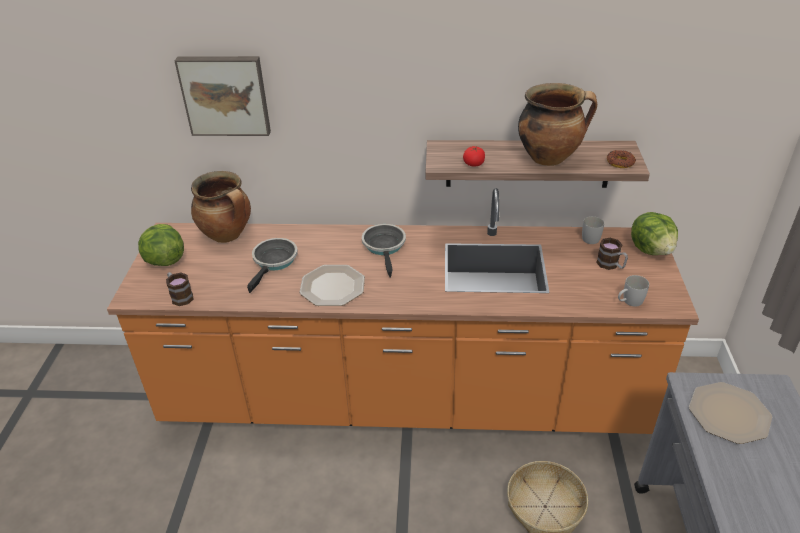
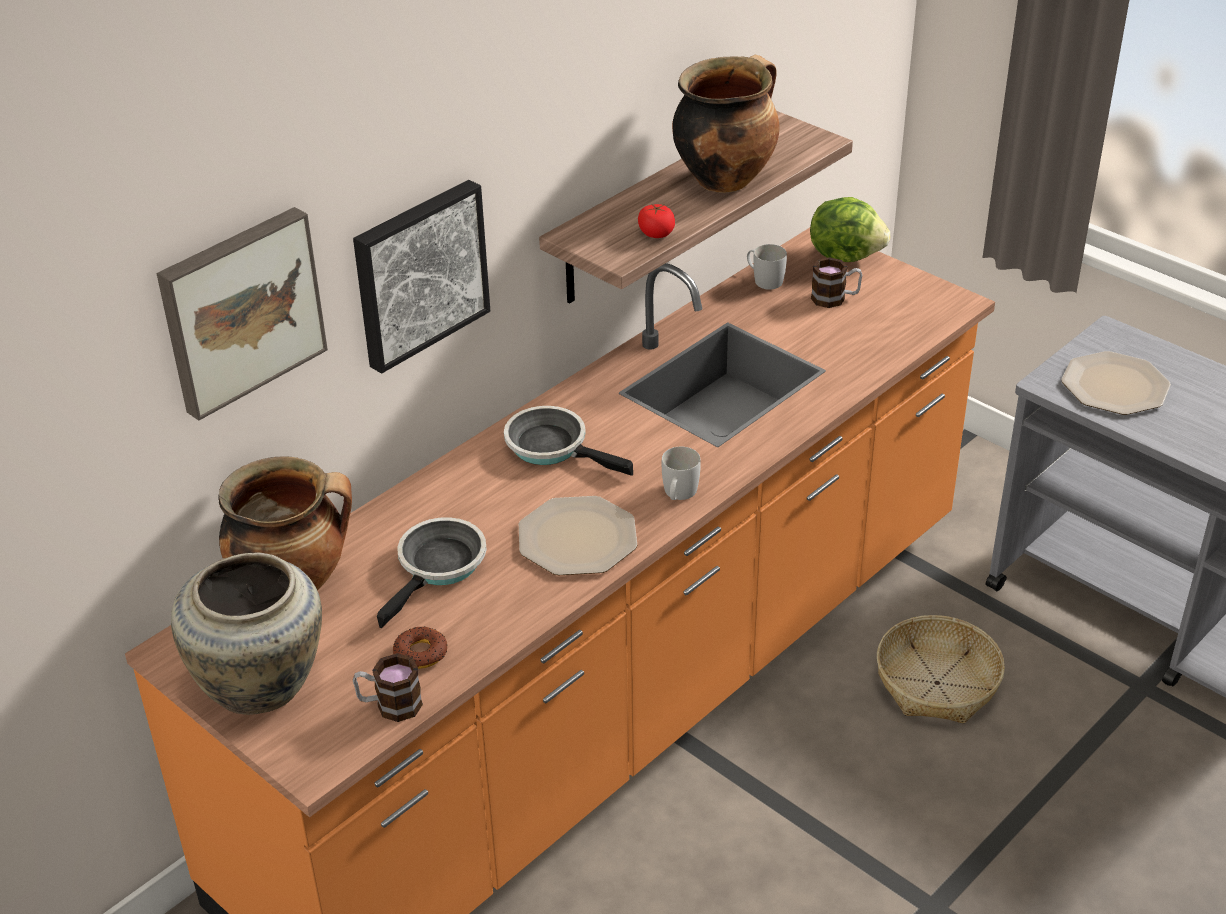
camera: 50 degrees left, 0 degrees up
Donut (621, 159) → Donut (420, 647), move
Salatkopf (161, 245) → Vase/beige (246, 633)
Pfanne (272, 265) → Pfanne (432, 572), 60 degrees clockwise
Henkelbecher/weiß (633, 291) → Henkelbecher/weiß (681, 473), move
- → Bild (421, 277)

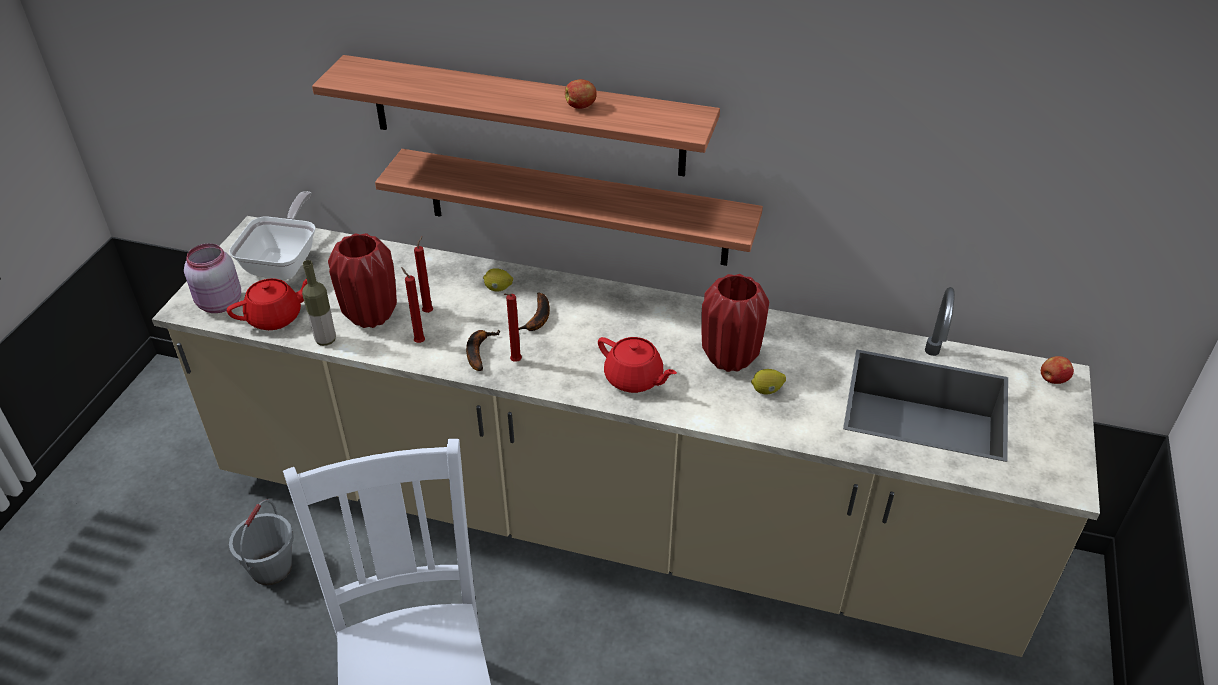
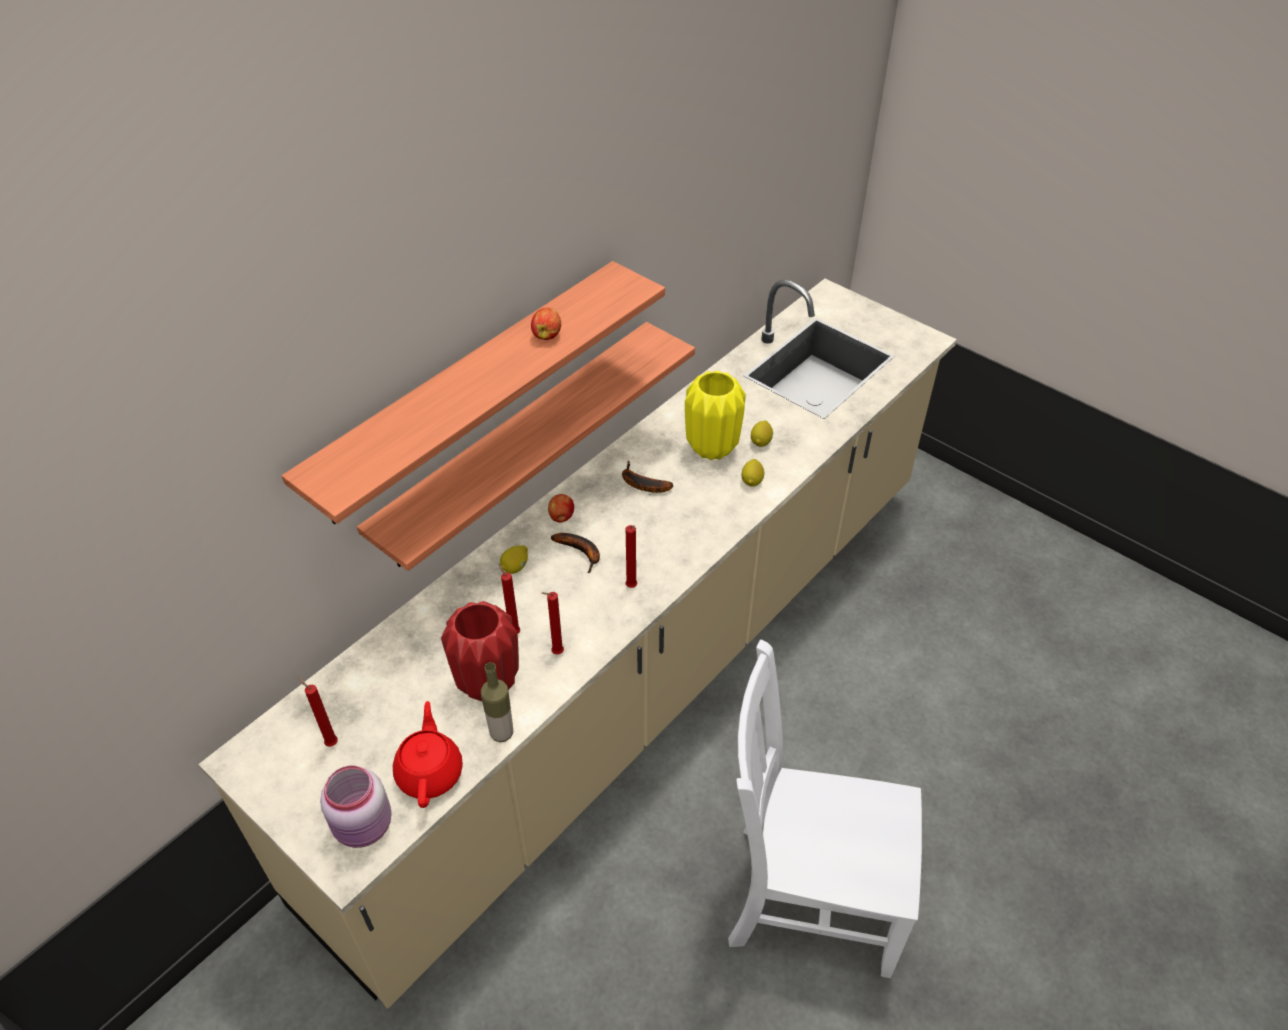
camera: 65 degrees left, 5 degrees up
Pfanne (272, 235) → Kerze/rot (318, 712)
Vase/rot (735, 323) → Vase/gelb (715, 415)
Banane (483, 350) → Banane (647, 477), move
Teekanne/rot (637, 365) → -
Apfel (1057, 370) → Apfel (561, 508), move
Eimer/grau (261, 542) → -
- → Zitrone (752, 473)

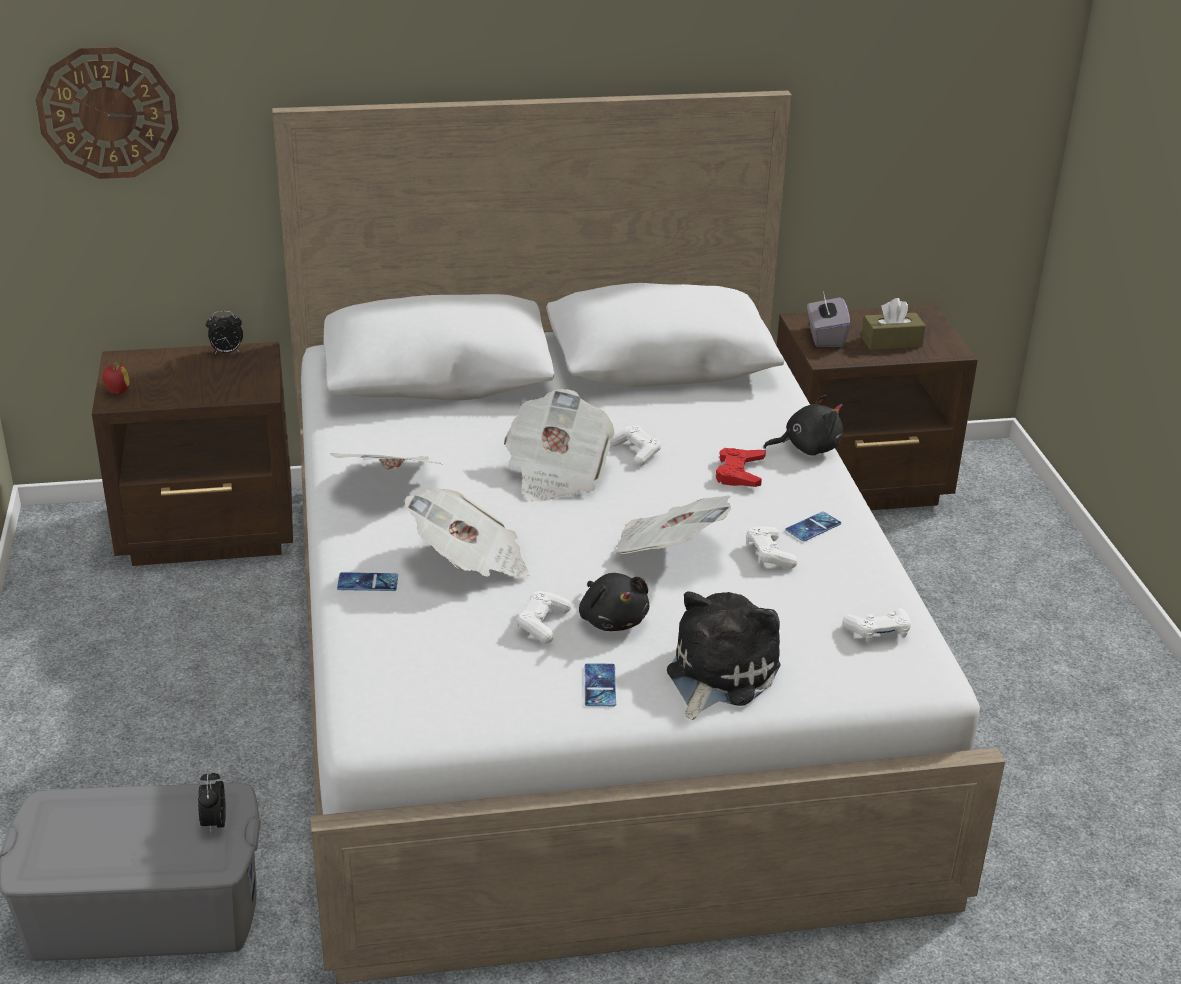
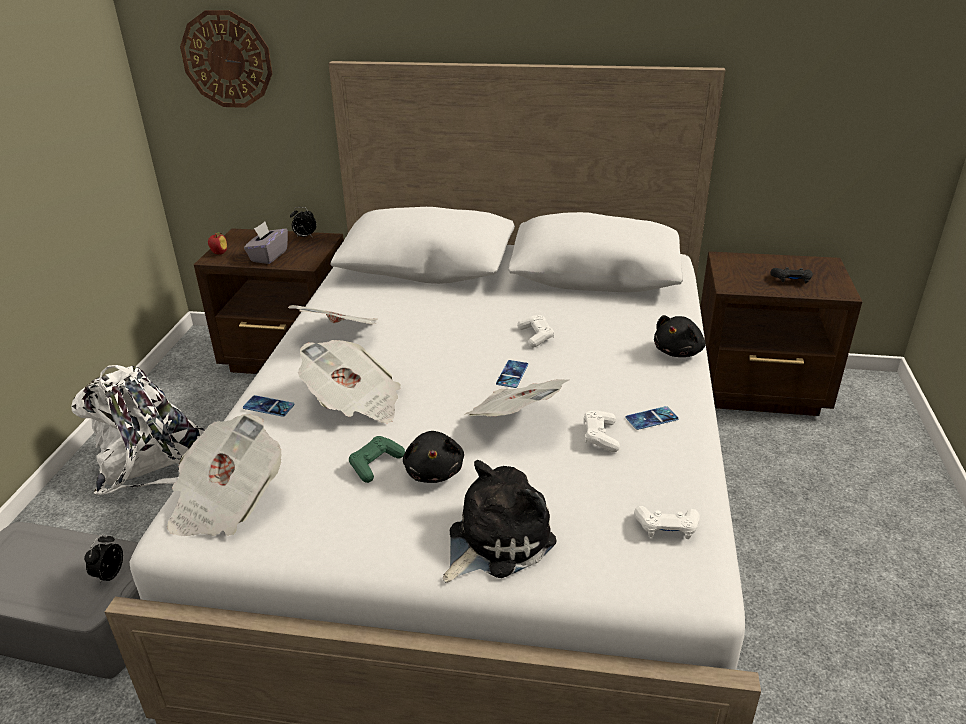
camera: 20 degrees right, 0 degrees up
Taschentuchbox/grau (828, 319) → Taschentuchbox/grau (266, 243), move
Taschentuchbox/braun (893, 324) → Gamepad/schwarz (791, 275)
Zeitung (559, 445) → Zeitung (224, 475), move
Plüschtier/schwarz (803, 425) → Plüschtier/schwarz (680, 336), 120 degrees clockwise
Gamepad/rot (741, 467) → -
Gamepad/weiß (544, 617) → Gamepad/grün (377, 459)
Handy (600, 684) → Handy (512, 374), move
- → Rucksack/weiß (138, 430)

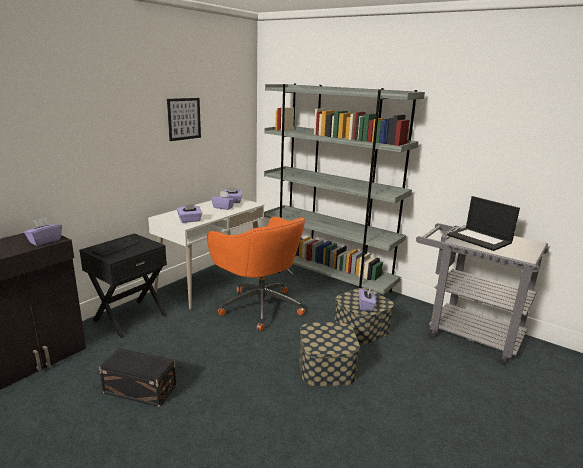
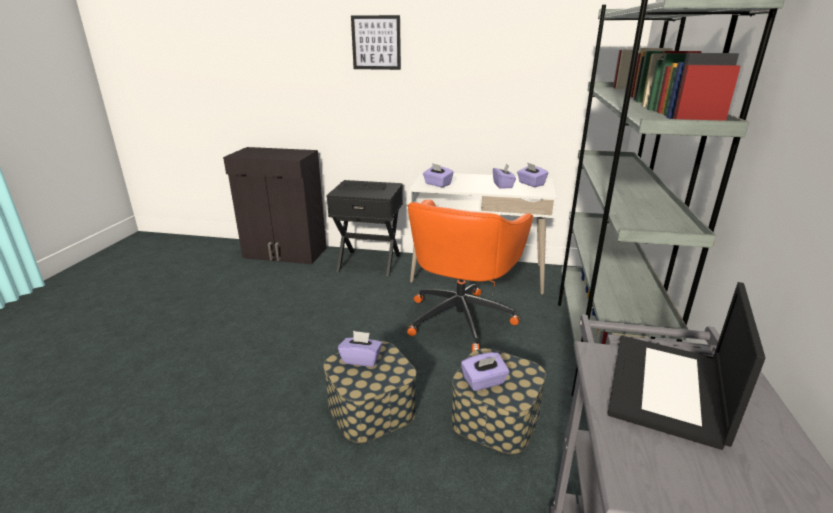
camera: 65 degrees right, 5 degrees up
Bild (184, 119) → Bild (376, 42), move
Taschentuchbox/lila (43, 231) → Taschentuchbox/lila (360, 348), move
Aufbewahrungsbox/schwarz (137, 377) → -

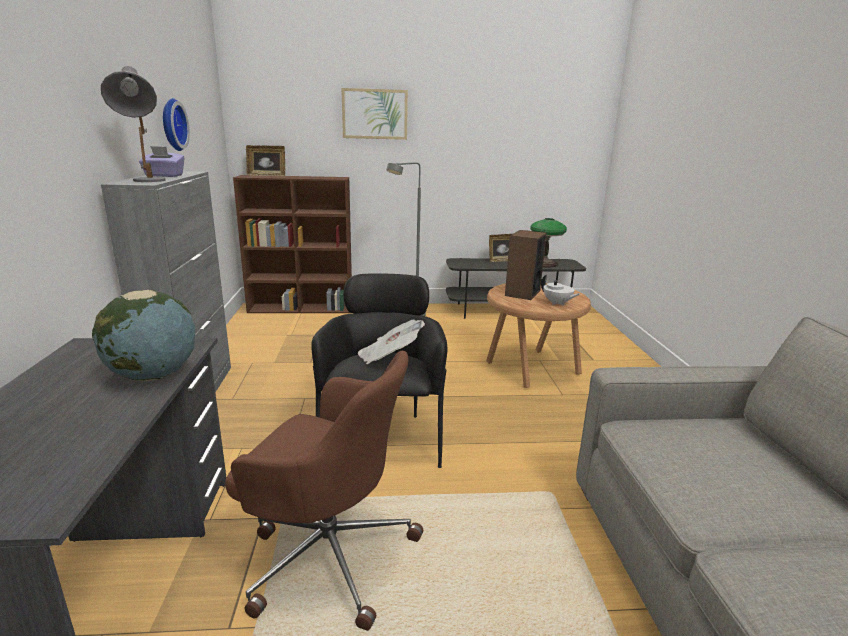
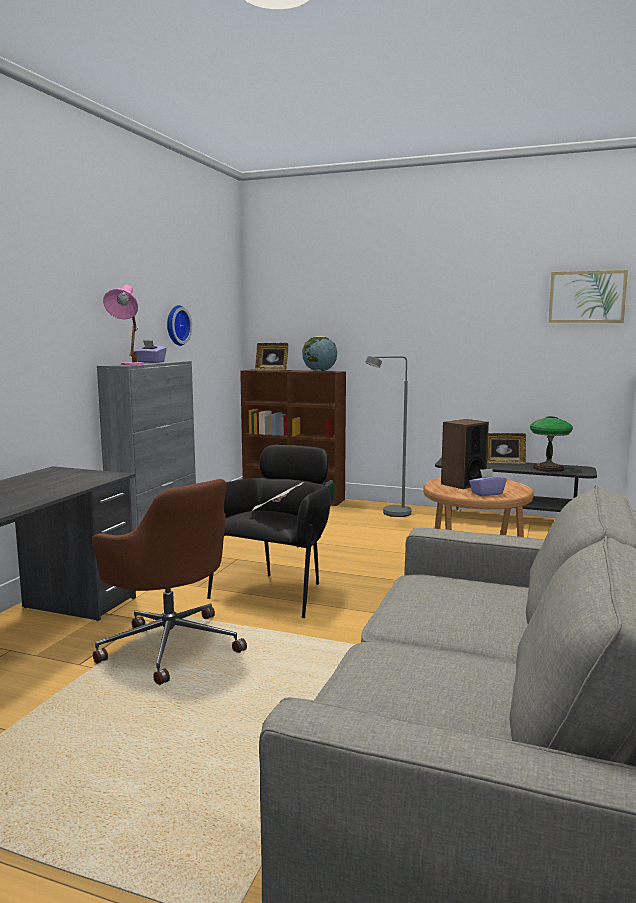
camera: 25 degrees right, 10 degrees down
Tischlampe/grau (133, 124) → Tischlampe/rosa (123, 325)
Bild (375, 114) → Bild (588, 296), move
Teekanne/weiß (560, 290) → Taschentuchbox/lila (488, 482)
Globus (144, 335) → Globus (319, 354), move

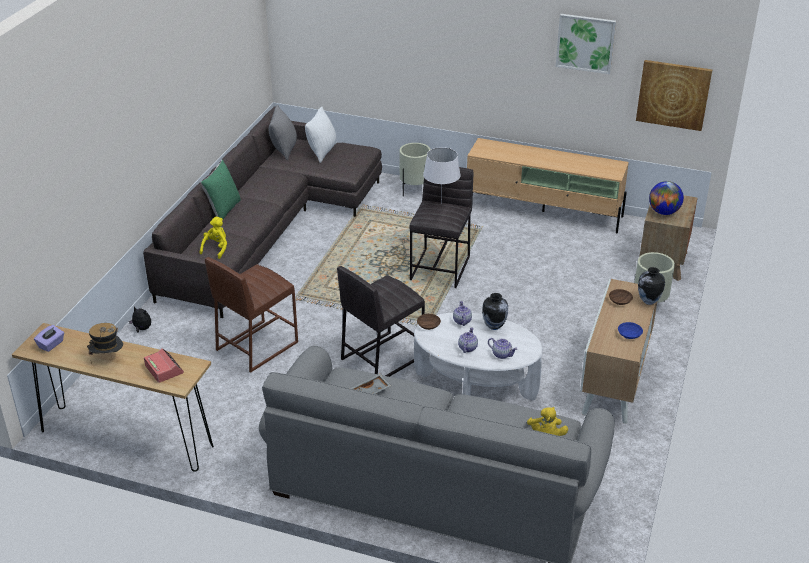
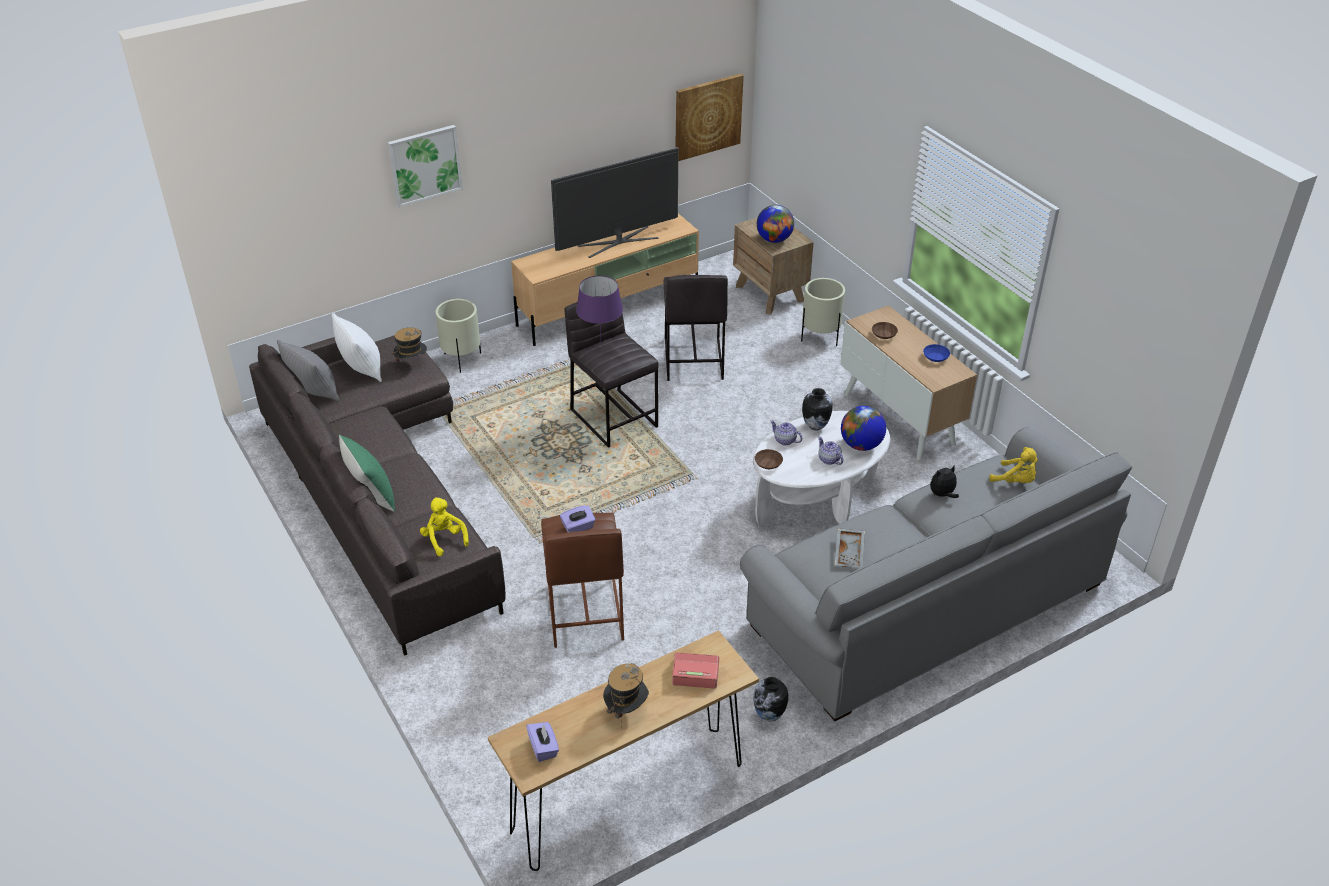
camera: 50 degrees left, 5 degrees up
Bild (586, 44) → Bild (425, 166), move
Tischlampe/weiß (442, 175) → Tischlampe/lila (599, 307)
Hocker/grau (381, 321) → Hocker/grau (696, 328), move
Vase (651, 286) → Vase (770, 699), move
Plüschtier (140, 319) → Plüschtier (944, 481), move
Teekanne (502, 348) → Globus (863, 428)
- → Fernseher (614, 202)
- → Hut (409, 349)
- → Taschentuchbox/lila (578, 519)

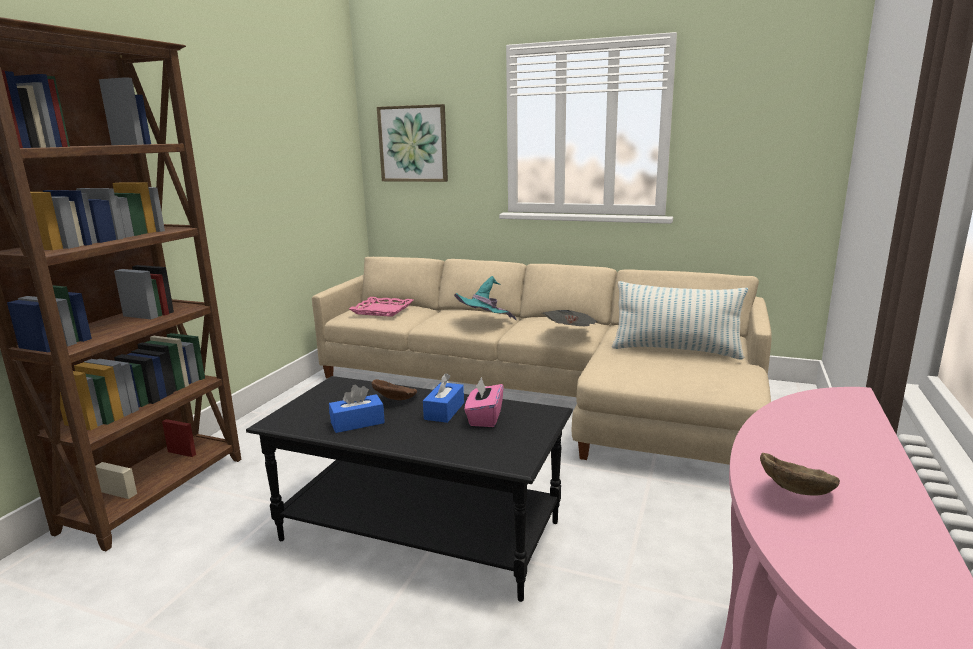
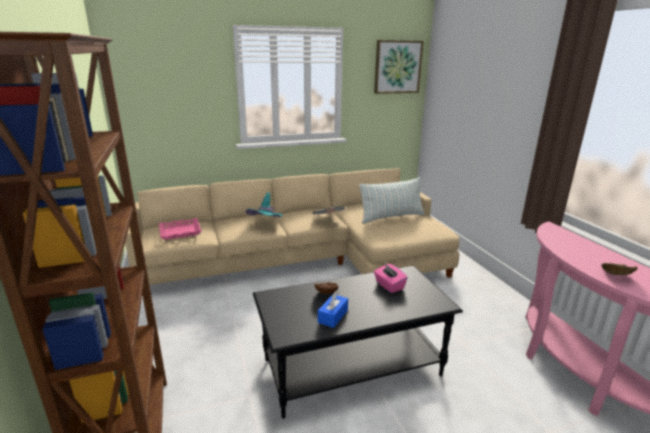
camera: 40 degrees left, 5 degrees up
Bild (412, 143) → Bild (399, 67), move
Taschentuchbox/blau (443, 398) → -

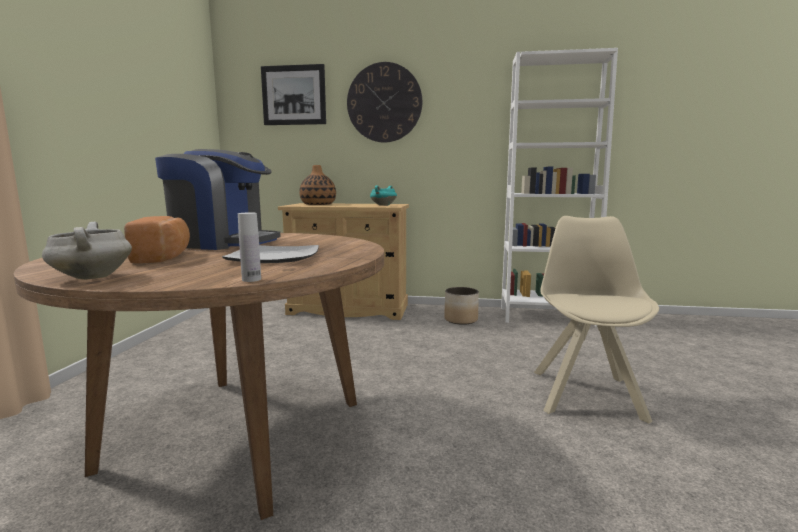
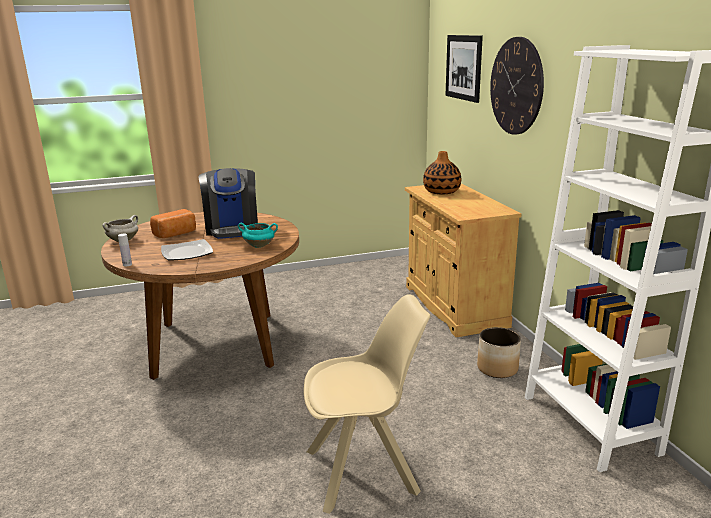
camera: 65 degrees right, 10 degrees up
Kochtopf/türkis (383, 196) → Kochtopf/türkis (258, 235), move

